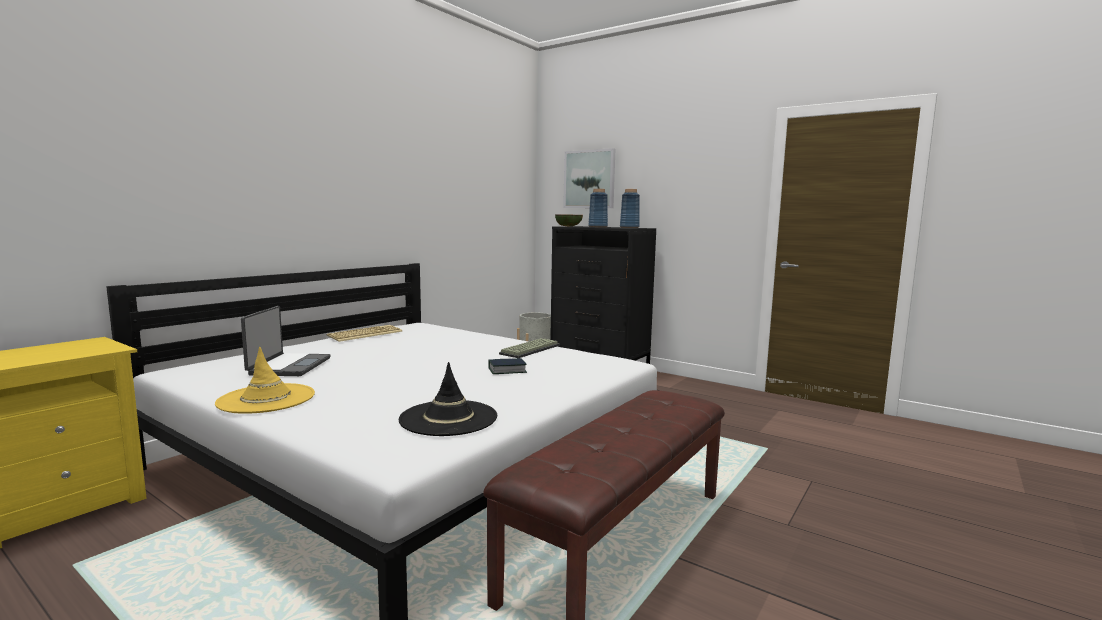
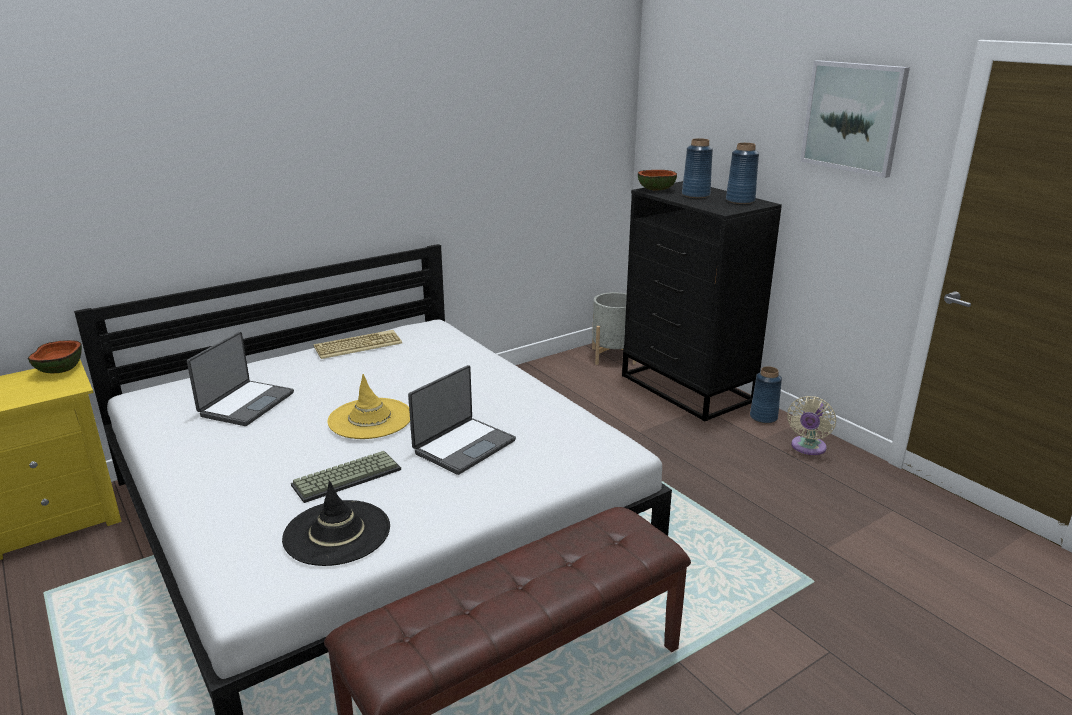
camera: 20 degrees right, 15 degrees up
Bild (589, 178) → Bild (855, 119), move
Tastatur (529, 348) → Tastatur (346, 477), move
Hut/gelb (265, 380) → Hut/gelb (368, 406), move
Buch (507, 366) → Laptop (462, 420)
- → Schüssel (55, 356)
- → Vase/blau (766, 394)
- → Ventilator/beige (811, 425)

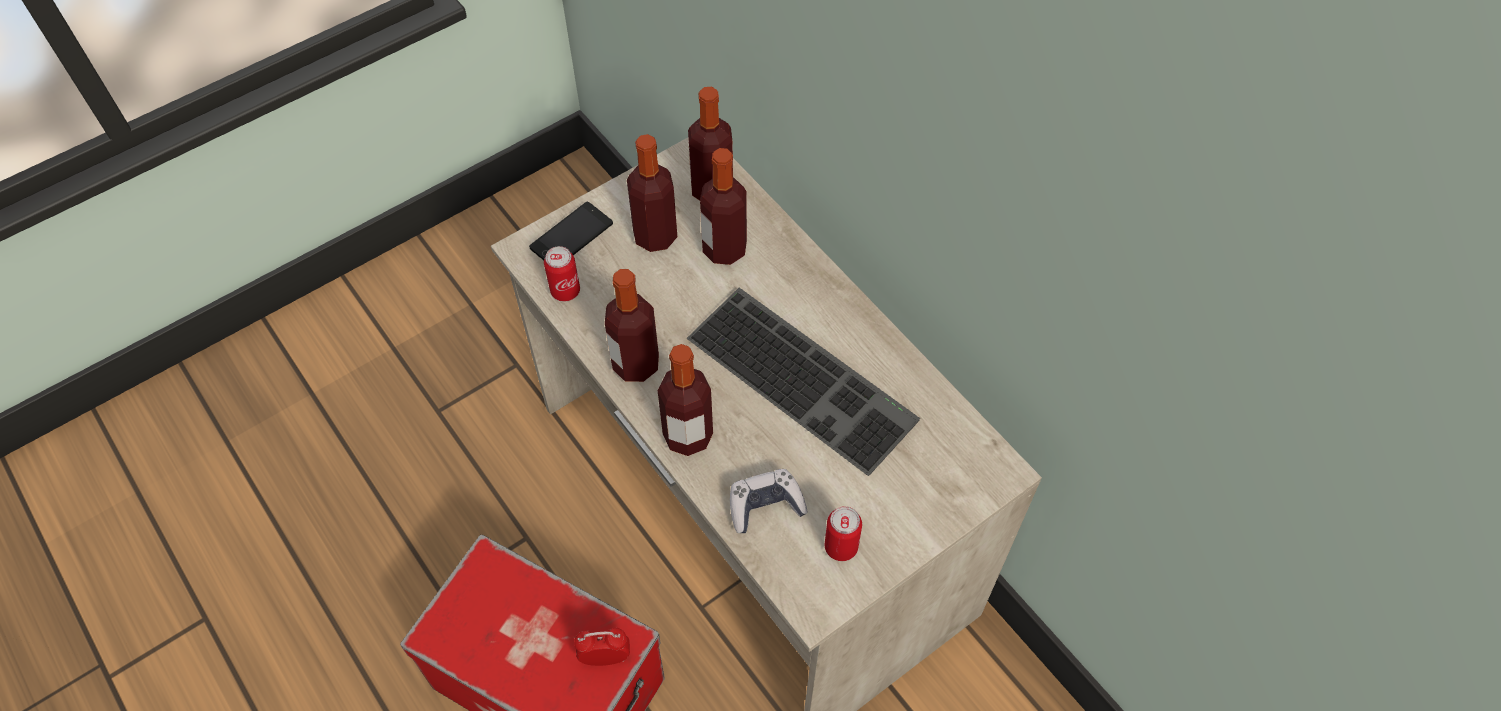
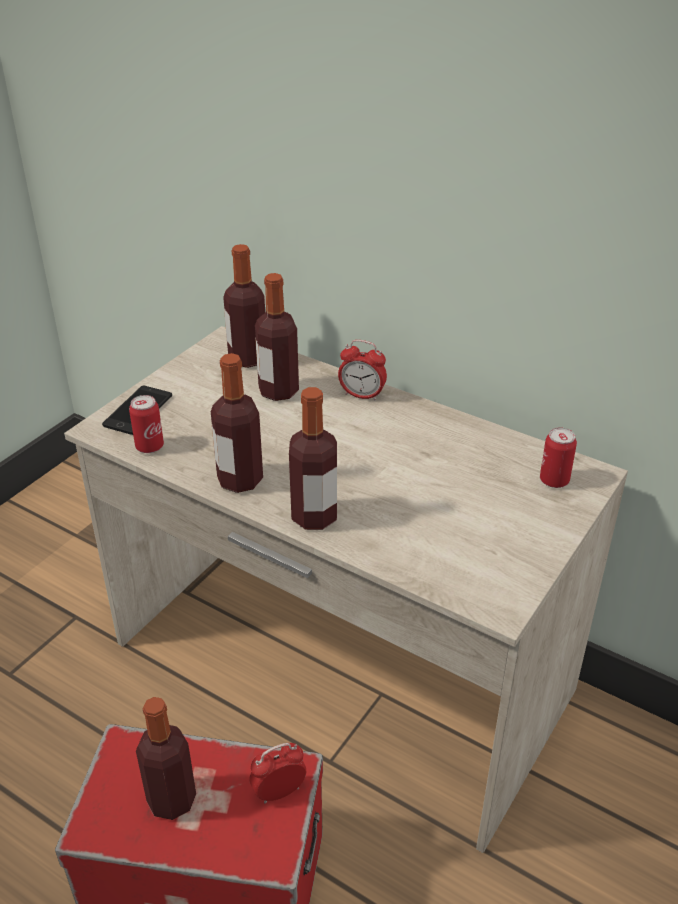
camera: 20 degrees left, 20 degrees down
Flasche (652, 193) → Flasche (166, 758), move
Tastatur (803, 382) → -
Gamepad (769, 501) → -
Dose (843, 533) → Dose (558, 457), move
- → Wecker (362, 370)

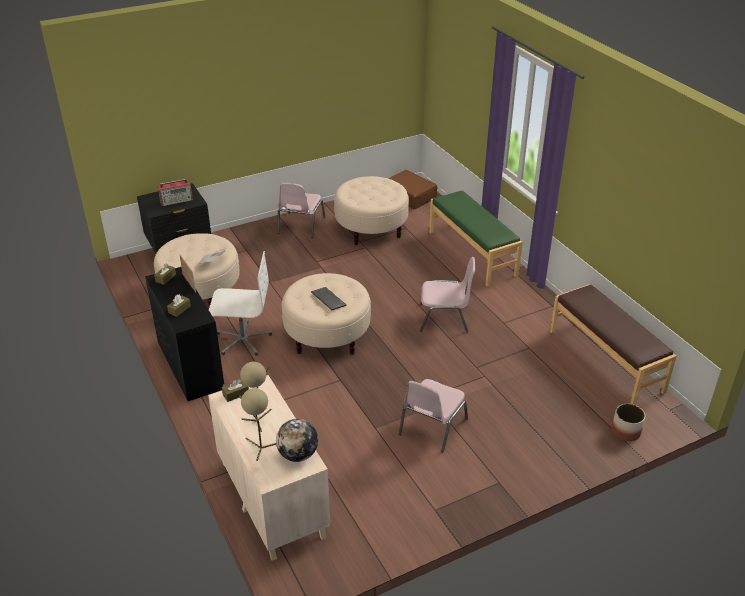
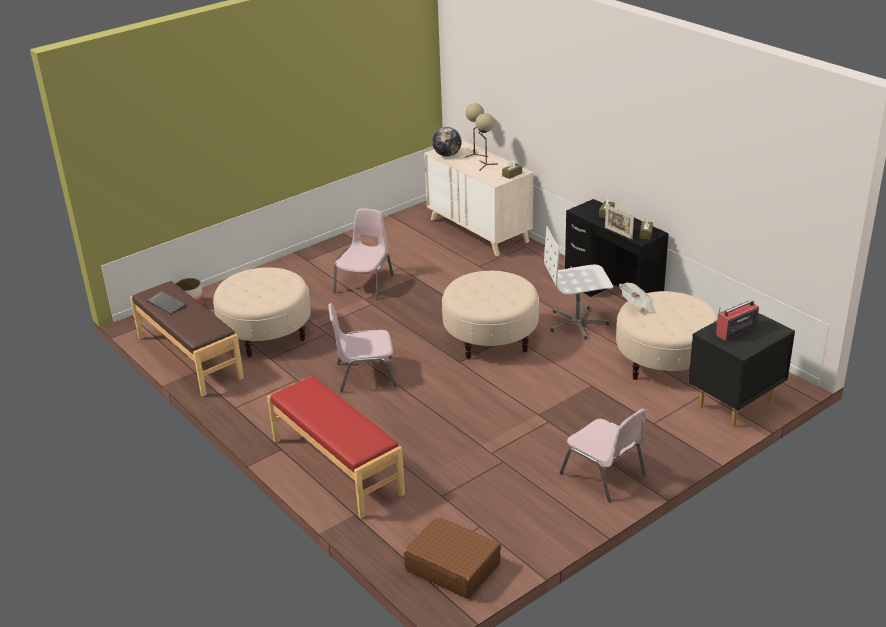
camera: 170 degrees right, 5 degrees down
Polsterhocker/beige (371, 210) → Polsterhocker/beige (262, 312), move
Stuhl/rosa (301, 210) → Stuhl/rosa (603, 455), 135 degrees clockwise
Bank/grün (476, 238) → Bank/rot (336, 447)
Tastatur (329, 298) → Tastatur (166, 302), move

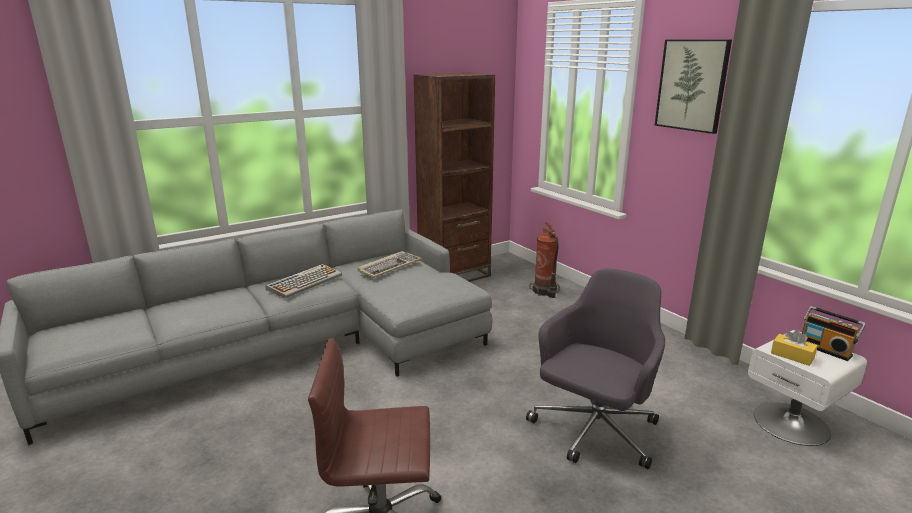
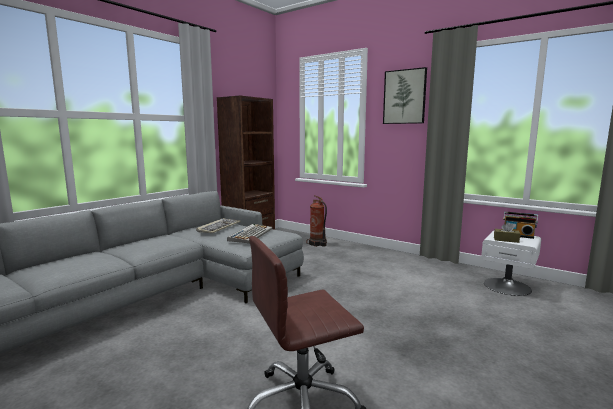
camera: 20 degrees left, 10 degrees down
Tastatur (304, 281) → Tastatur (249, 233), move
Bürostuhl/grau (595, 369) → -
Taschentuchbox/gelb (794, 348) → Taschentuchbox/braun (507, 232)

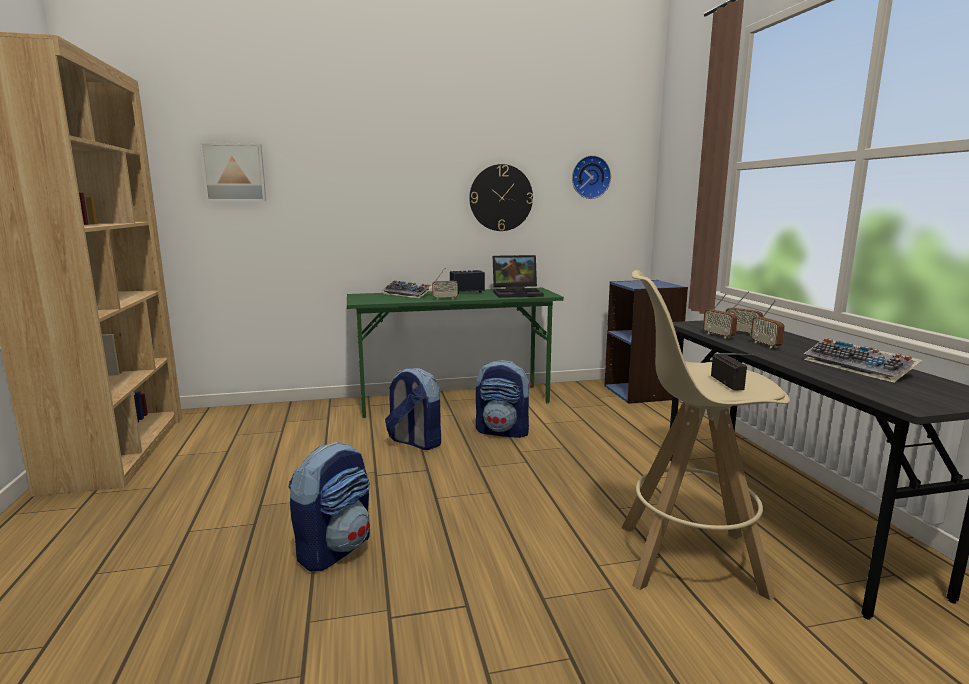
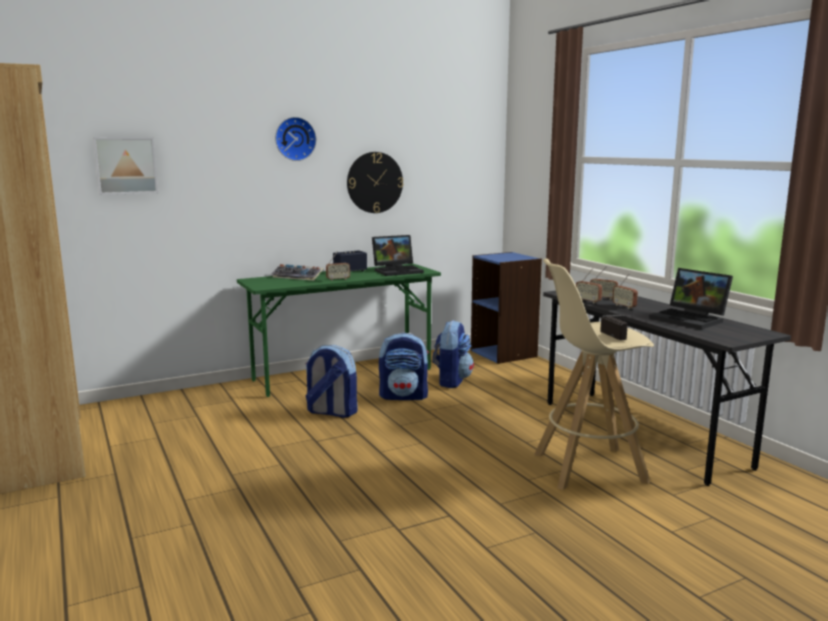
camera: 15 degrees left, 0 degrees up
Wanduhr (591, 177) → Wanduhr (296, 139), move
Tastatur (863, 360) → Laptop (691, 299)
Rucksack (329, 506) → Rucksack (453, 354), move

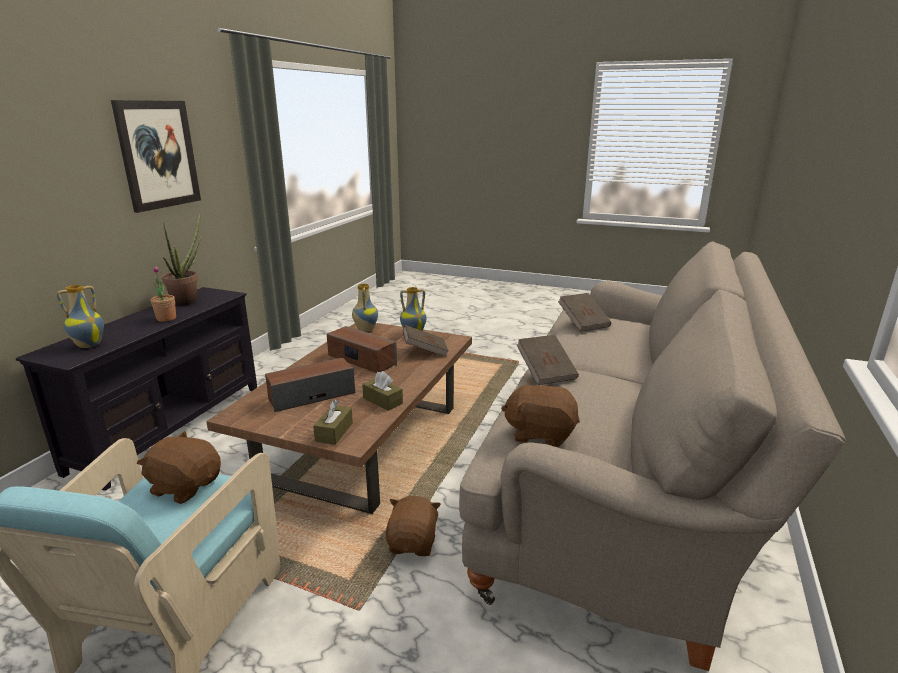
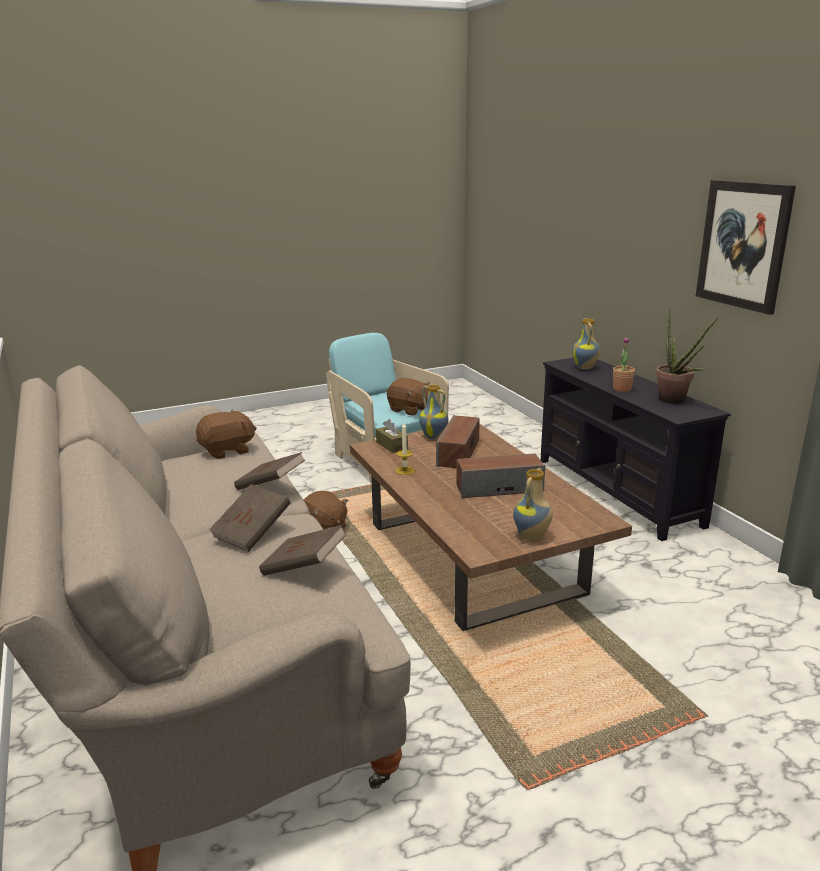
camera: 135 degrees right, 0 degrees up
Vase (365, 307) → Vase (433, 412), move
Buch/braun (426, 341) → Buch/braun (249, 518), move
Taschentuchbox/braun (382, 391) → Kerze (405, 449)
Plüschtier/braun (179, 467) → Plüschtier/braun (408, 397), 60 degrees clockwise

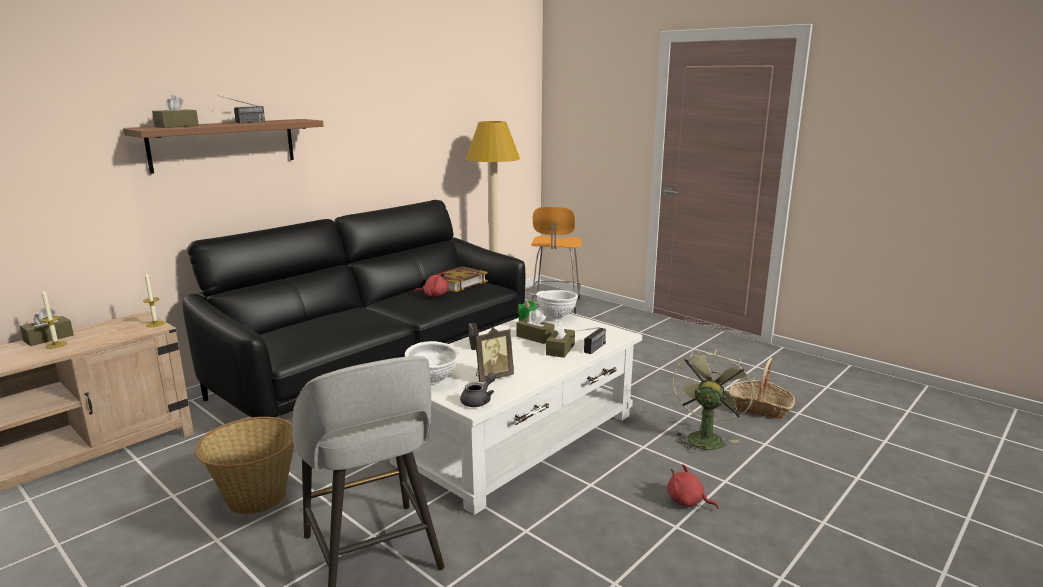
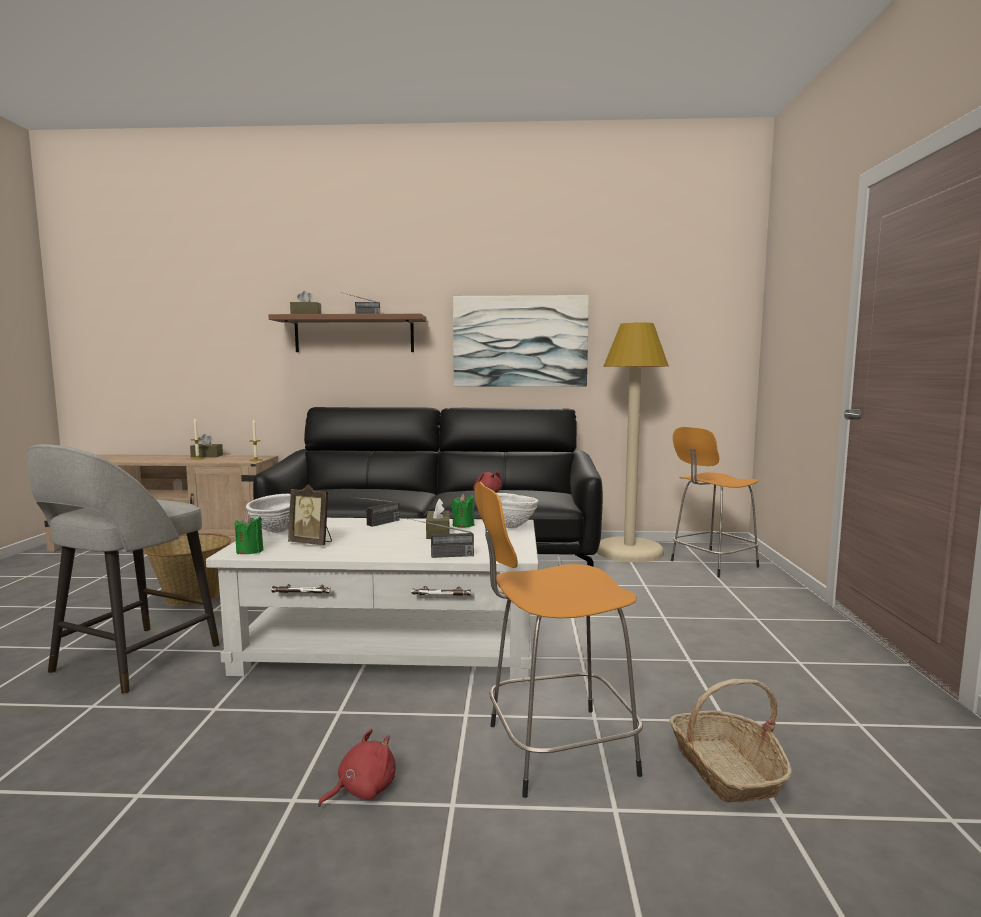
camera: 50 degrees right, 10 degrees down
Buch (459, 279) → -
Taschentuchbox/braun (560, 339) → -
Ventilator/grün (713, 400) → Hocker/orange (559, 640)
Teekanne/grau (478, 389) → Kerze/grün (249, 534)
Plüschtier/rot (693, 486) → Plüschtier/rot (357, 768), 60 degrees clockwise
- → Bild (521, 341)

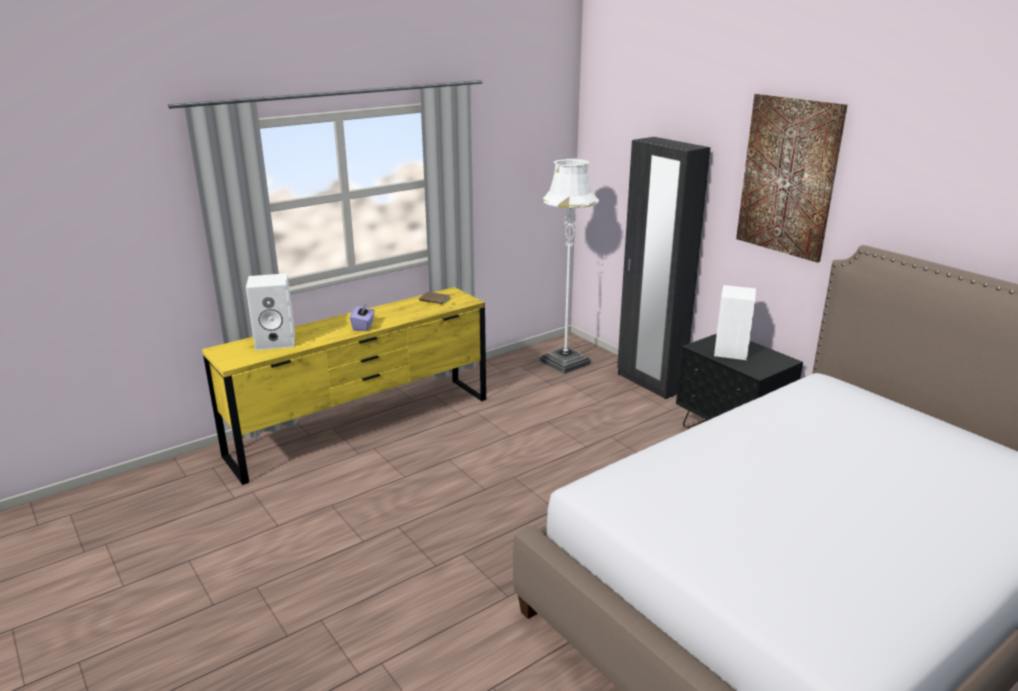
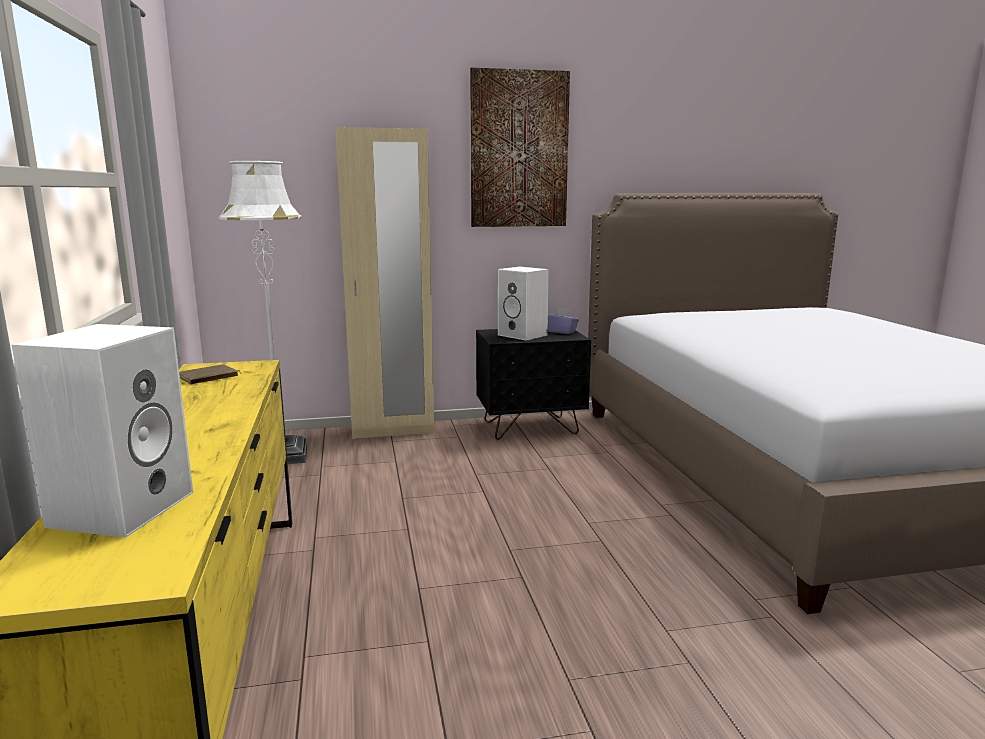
camera: 65 degrees left, 10 degrees down
Kleiderschrank/schwarz (664, 268) → Kleiderschrank/beige (384, 283)
Taschentuchbox/lila (362, 317) → Taschentuchbox/lila (563, 320), move

